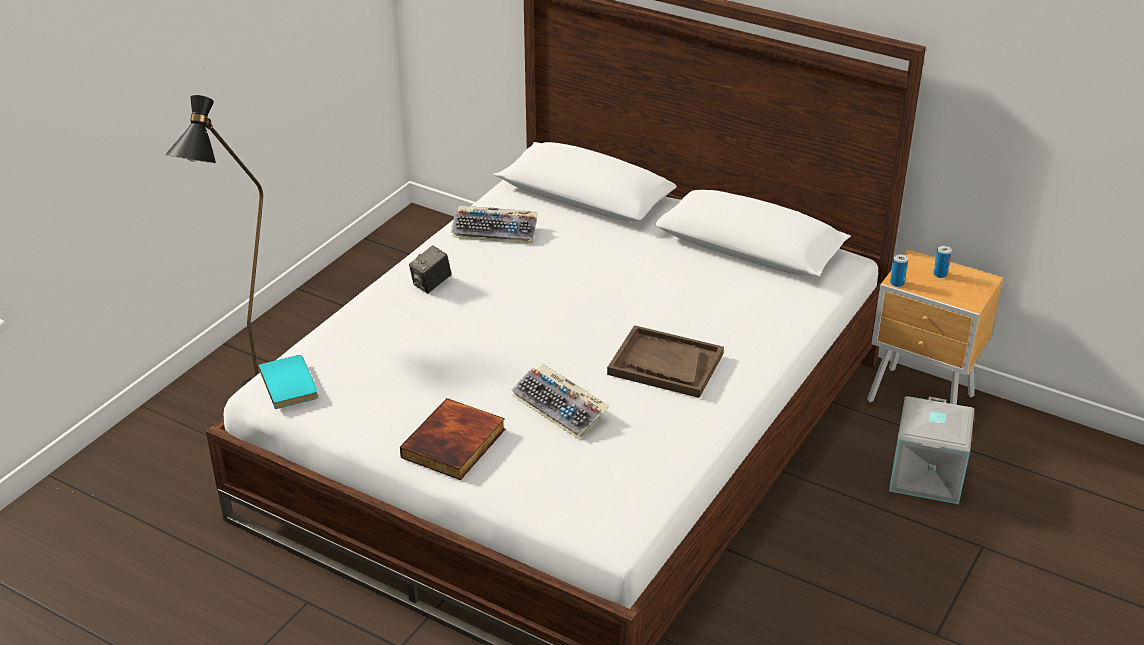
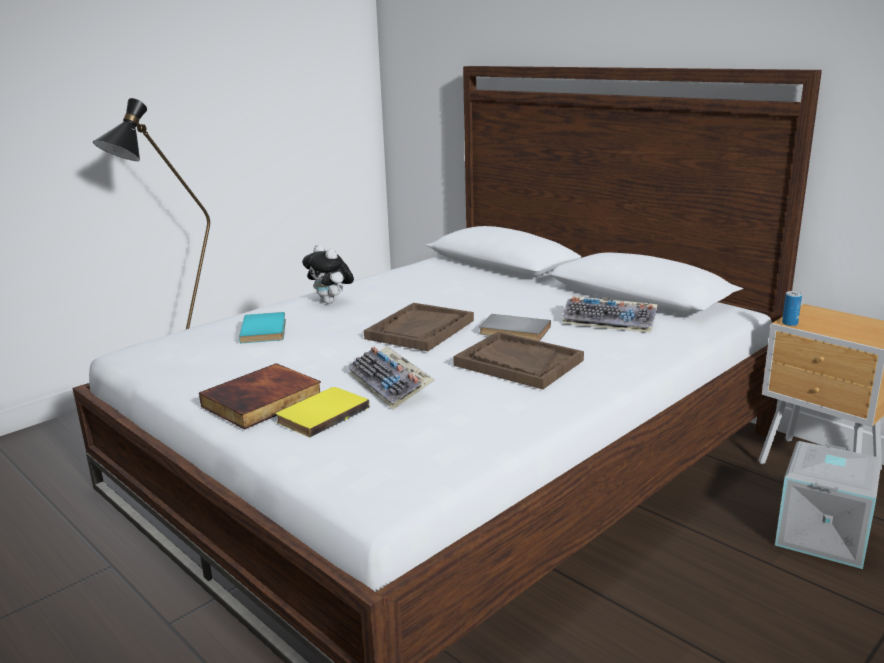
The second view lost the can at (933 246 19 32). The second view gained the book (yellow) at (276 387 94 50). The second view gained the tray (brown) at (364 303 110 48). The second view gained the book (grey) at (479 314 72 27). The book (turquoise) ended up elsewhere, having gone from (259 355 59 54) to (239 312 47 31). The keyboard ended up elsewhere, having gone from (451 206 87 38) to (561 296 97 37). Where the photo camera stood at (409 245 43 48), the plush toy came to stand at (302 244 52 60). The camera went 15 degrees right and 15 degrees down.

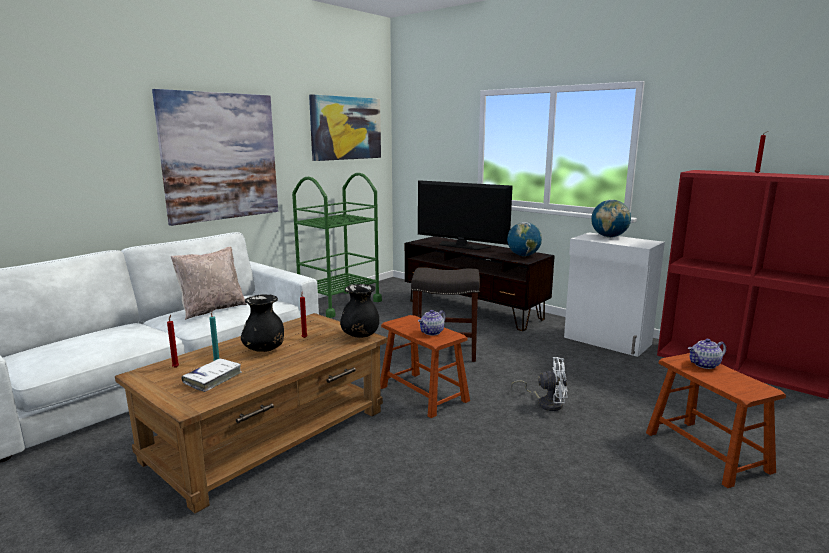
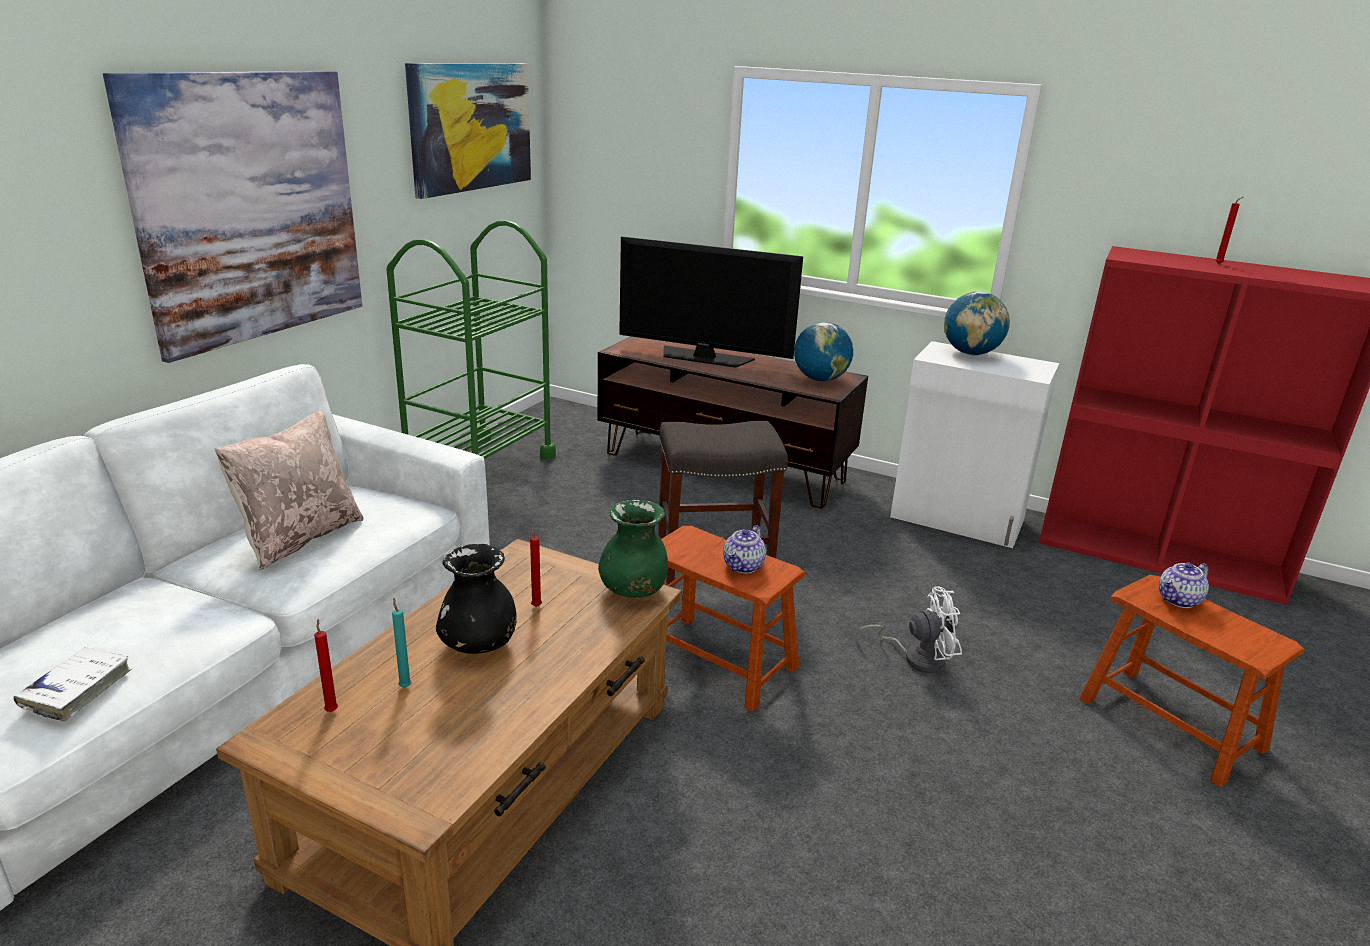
The book (white) ended up elsewhere, having gone from (182 359 60 33) to (14 647 118 75). What was the vase (black) at (340 284 39 54) turned into the vase (green) at (598 500 70 98). The camera went 15 degrees left and 10 degrees up.

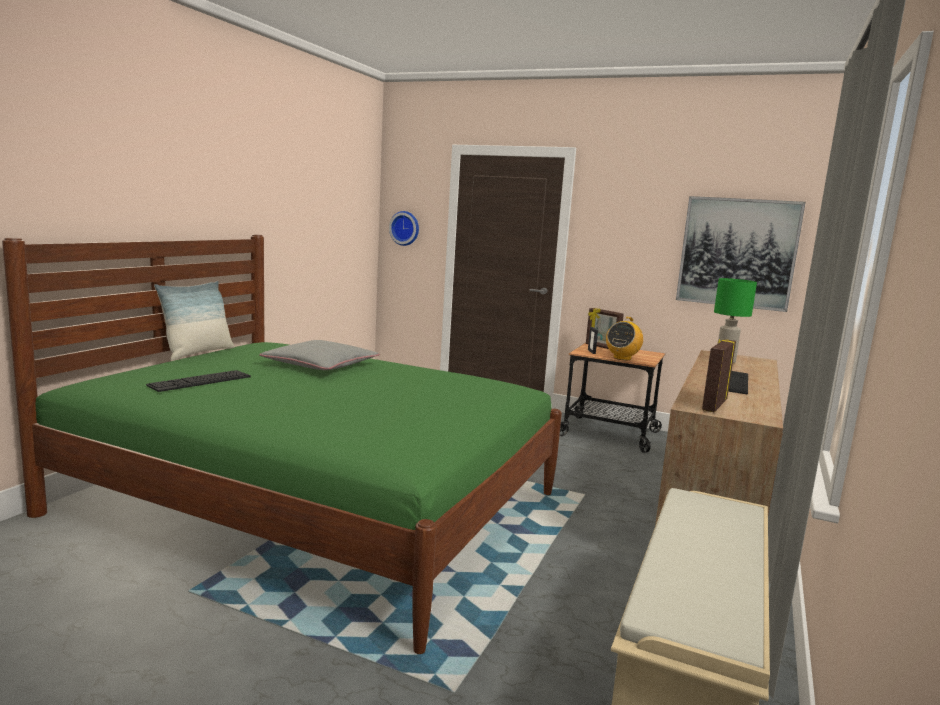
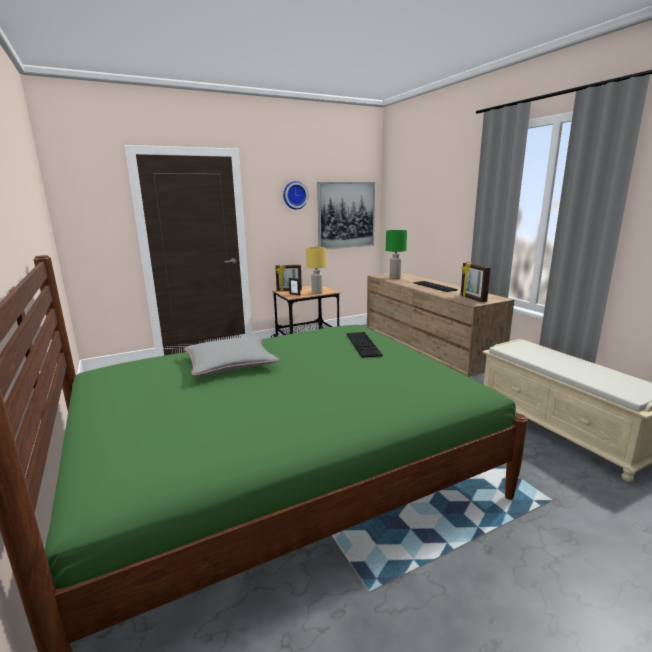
The second view lost the pillow at (154 281 81 79). The keyboard ended up elsewhere, having gone from (146 370 105 22) to (346 332 37 26). The wall clock ended up elsewhere, having gone from (389 211 30 35) to (283 181 25 28). Where the radio stood at (606 317 37 43), the table lamp (yellow) came to stand at (306 247 20 47). The camera went 50 degrees left and 5 degrees up.

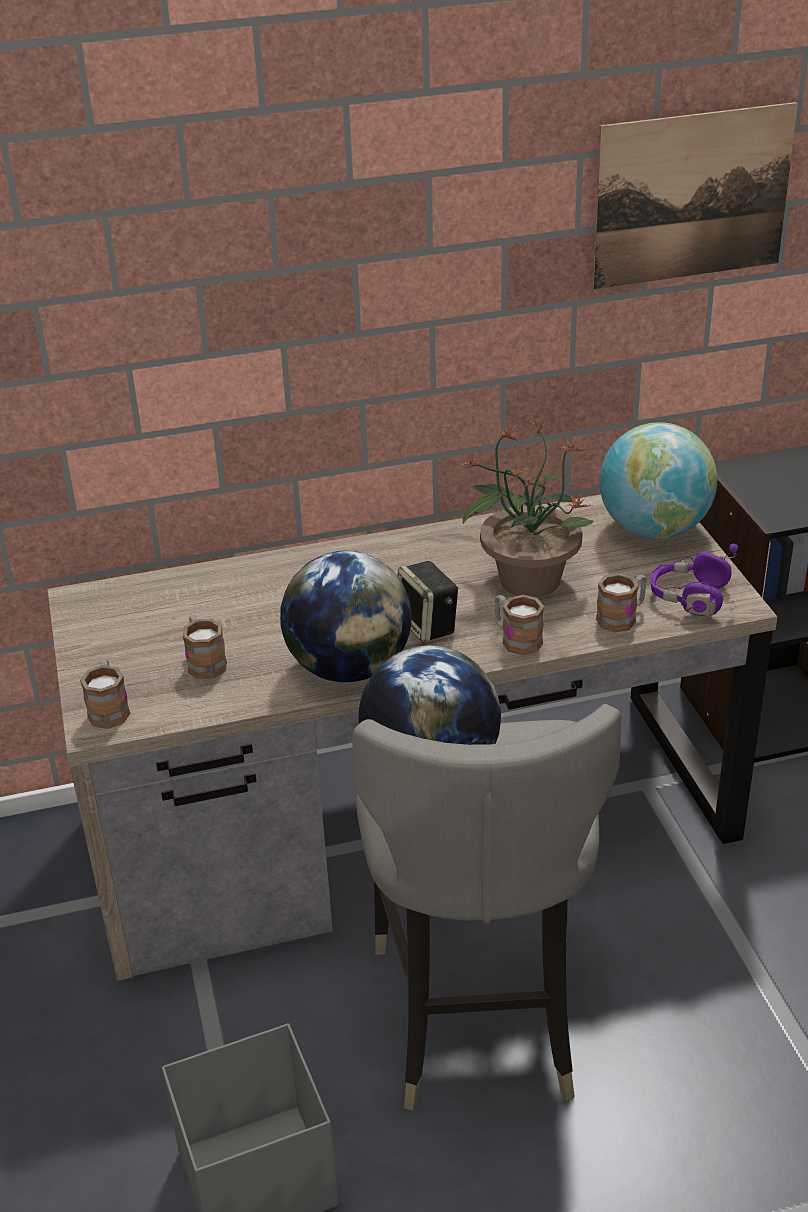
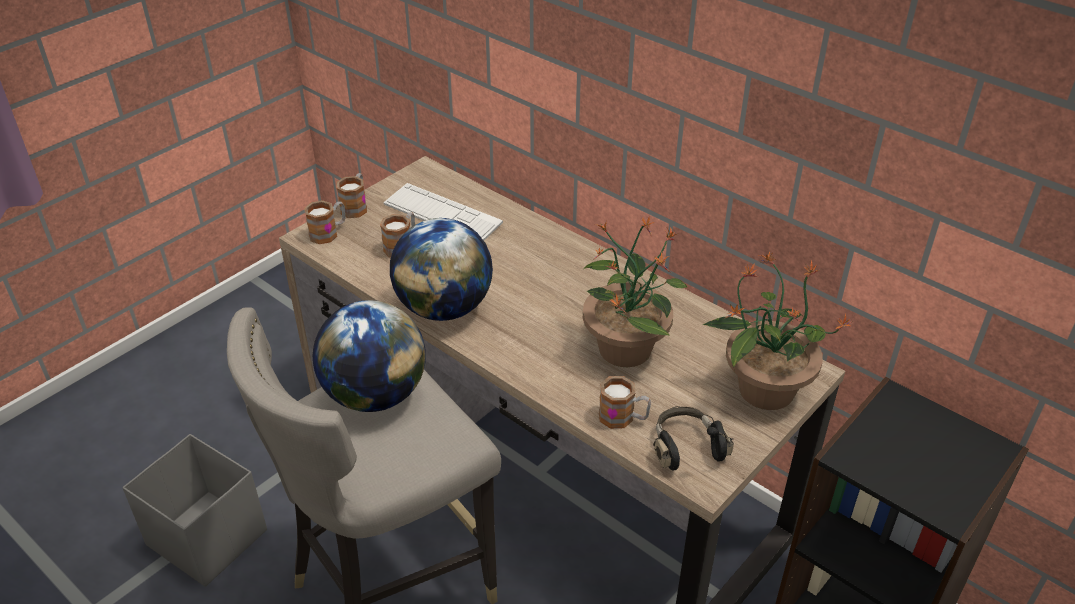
The second view lost the speaker at (397 561 61 82). The second view lost the picture at (592 102 206 187). The second view gained the keyboard at (383 183 120 57). The mug ended up elsewhere, having gone from (494 595 50 60) to (336 173 31 45). Where the globe stood at (599 422 118 117), the potted plant came to stand at (703 252 149 158). What was the headphones (purple) at (650 544 88 72) turned into the headphones (black) at (653 406 81 64). The camera went 55 degrees right and 5 degrees up.

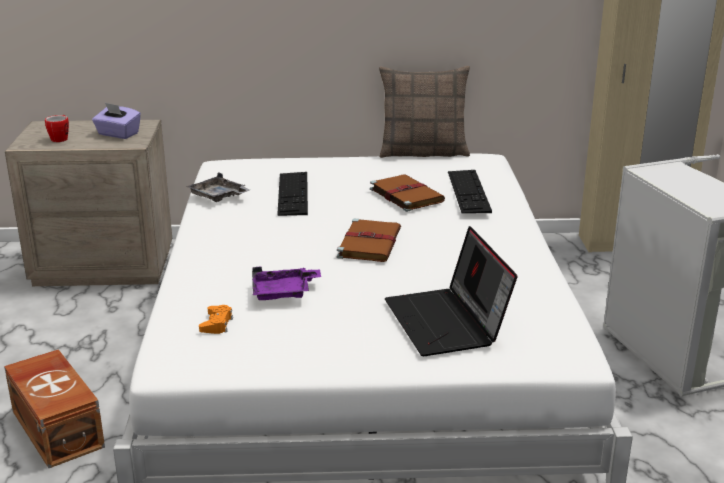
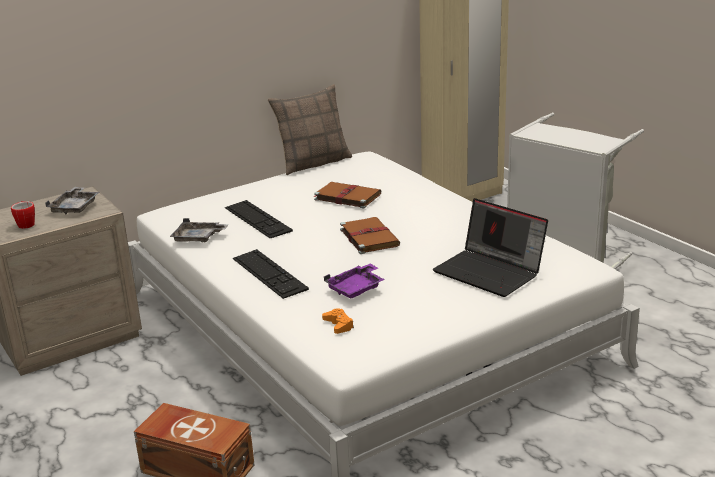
The keyboard ended up elsewhere, having gone from (448 170 44 44) to (233 249 76 50). Where the tissue box (purple) stood at (92 103 49 36), the tray (grey) came to stand at (45 187 54 27). The camera went 30 degrees left and 0 degrees up.

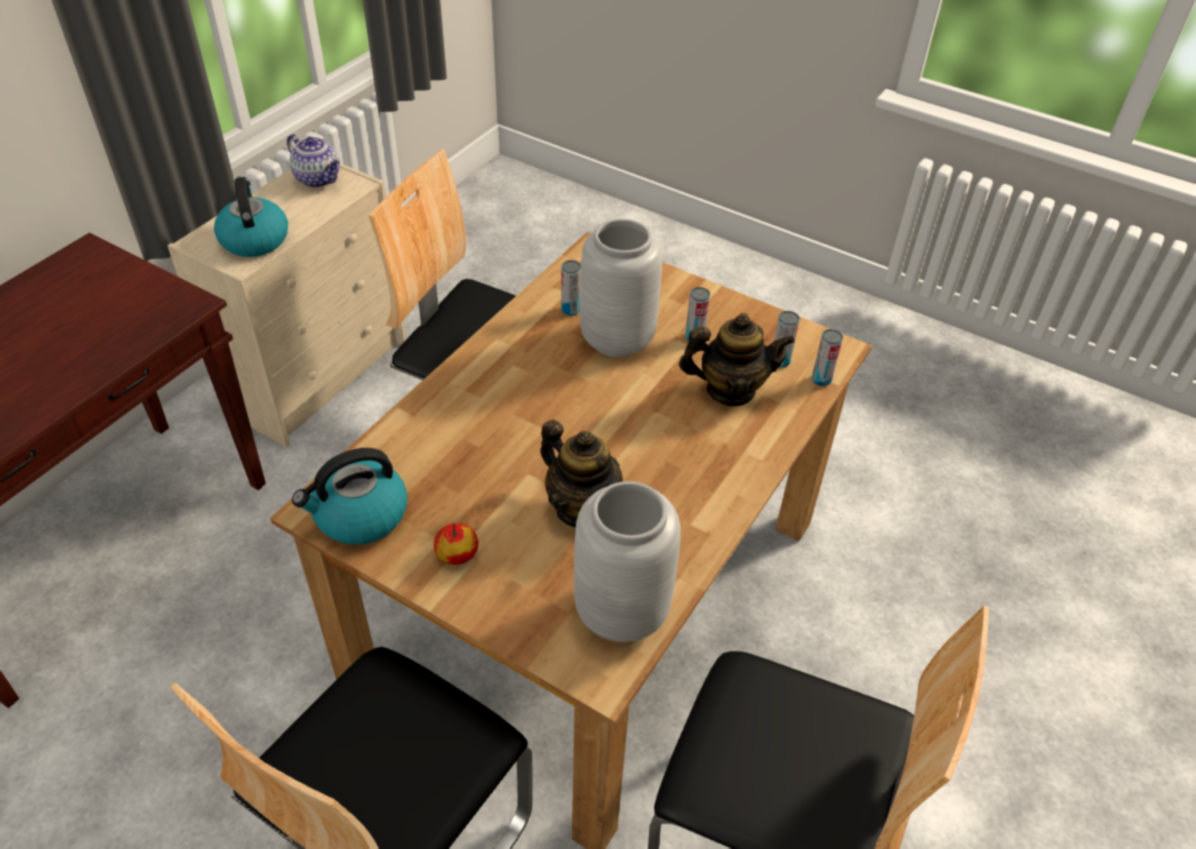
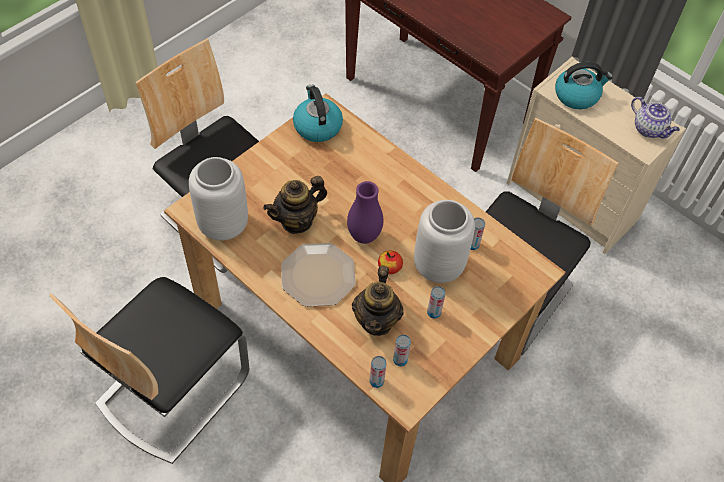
The second view gained the plate at (281 243 75 64). The second view gained the vase (purple) at (347 181 36 63). The apple ended up elsewhere, having gone from (434 523 44 42) to (378 251 25 23). The teapot at (287 134 53 54) ended up facing another way, 90 degrees counterclockwise from before. The camera went 100 degrees right and 10 degrees up.

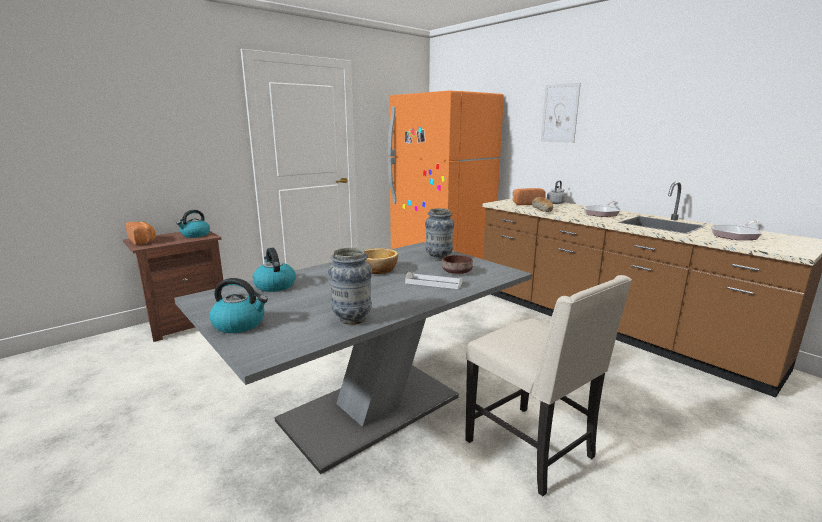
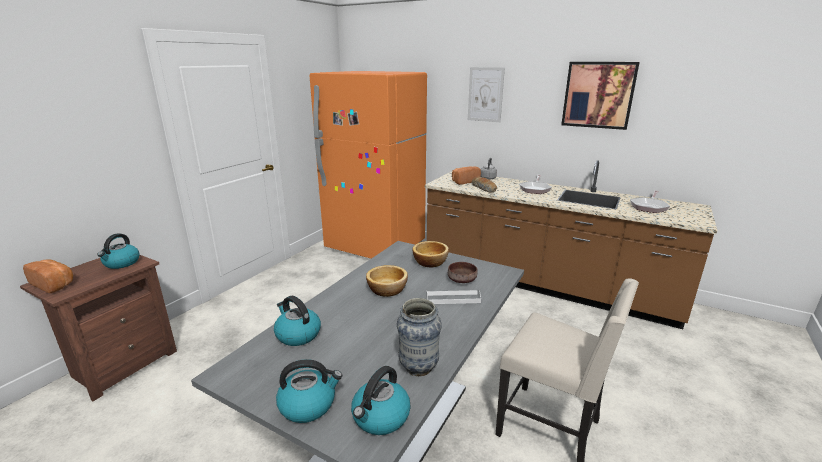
The second view gained the kettle at (351 366 60 69). The second view gained the picture at (561 62 79 68). Where the vase stood at (425 208 29 52), the bowl came to stand at (413 241 36 26). The camera went 20 degrees left and 5 degrees up.

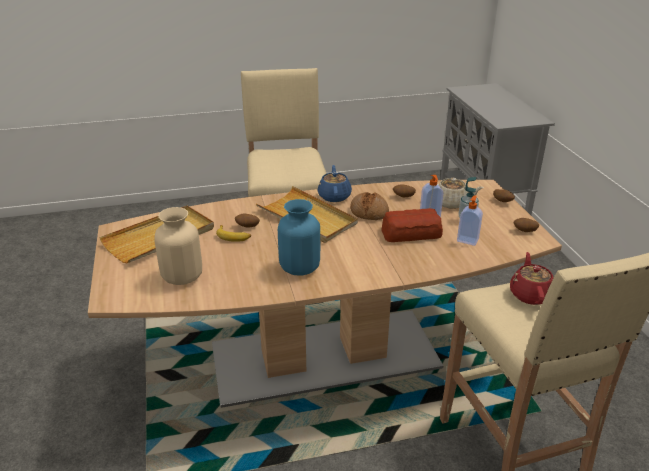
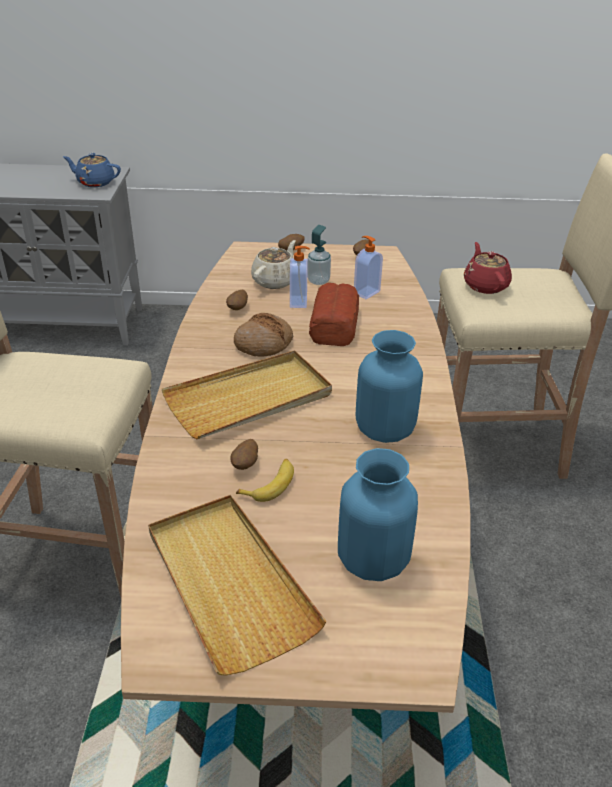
The teapot (blue) ended up elsewhere, having gone from (317 165 35 37) to (63 153 58 34). What was the vase (beige) at (154 207 48 78) turned into the vase (blue) at (338 448 80 133). The teapot (red) at (510 252 44 53) ended up facing another way, 60 degrees clockwise from before. The camera went 75 degrees left and 5 degrees up.

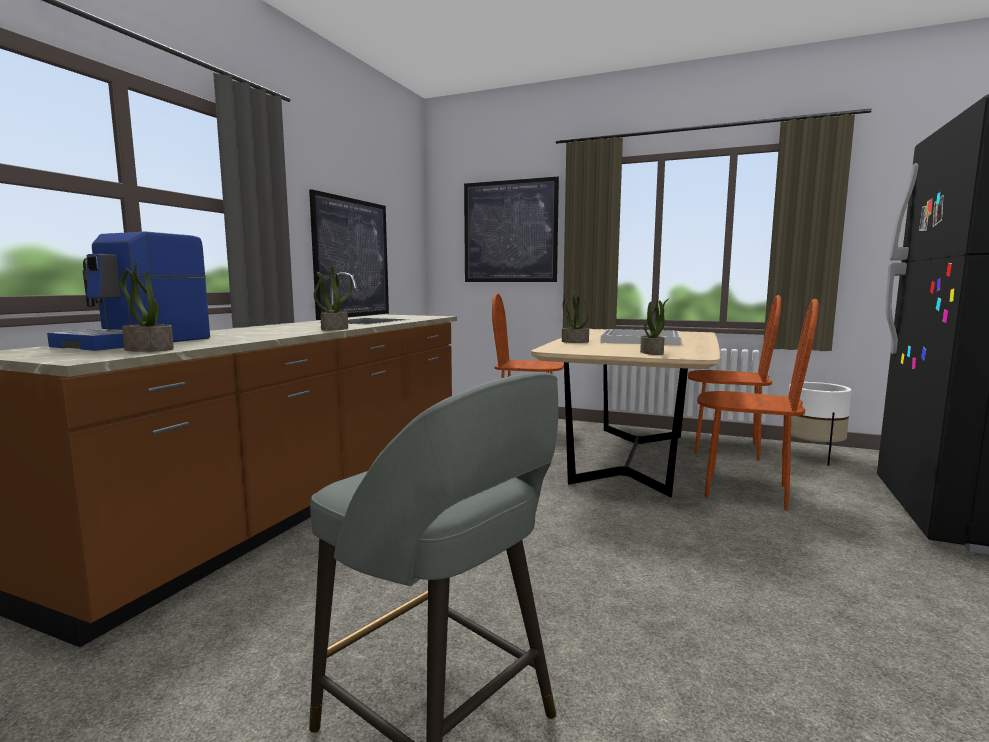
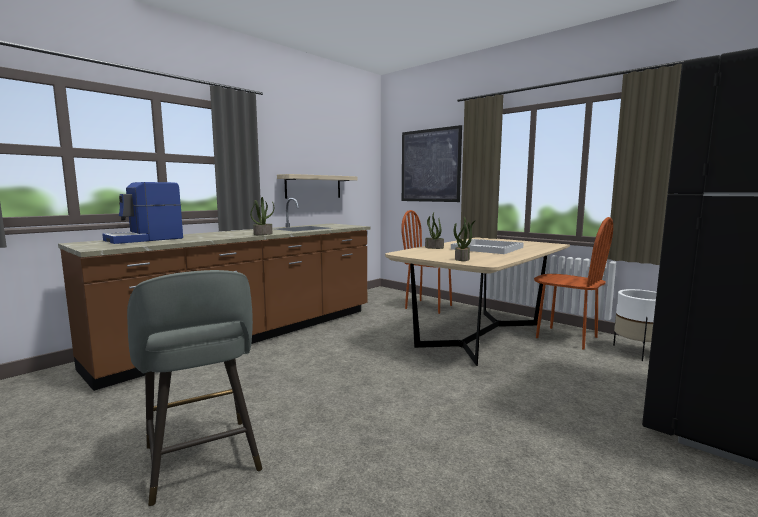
The second view lost the potted plant at (120 260 54 92). The second view lost the chair (brown) at (697 299 122 212). Where the picture hung at (309 189 80 131), the shelf came to hang at (277 174 81 25). The camera went 20 degrees right and 0 degrees up.

